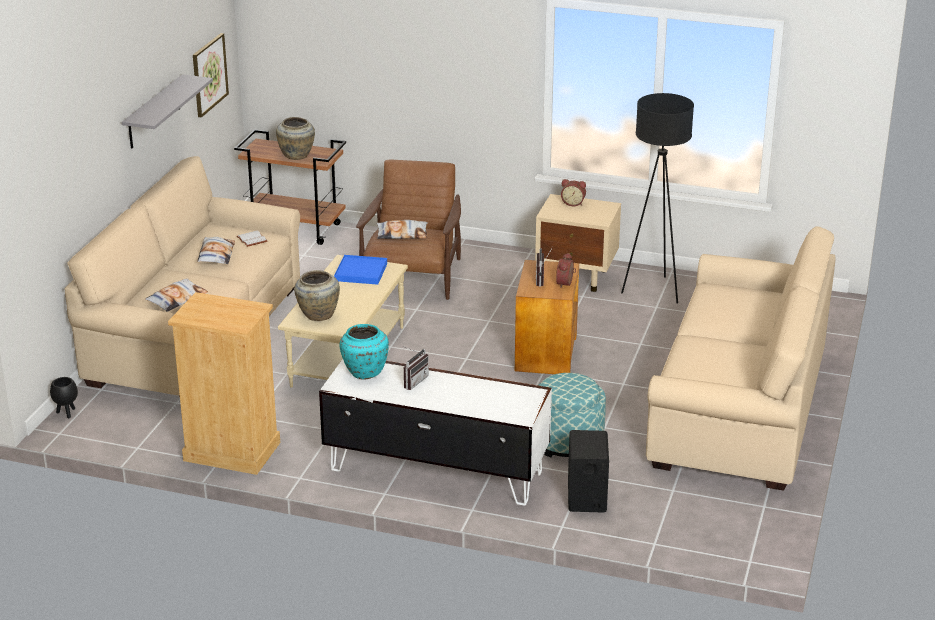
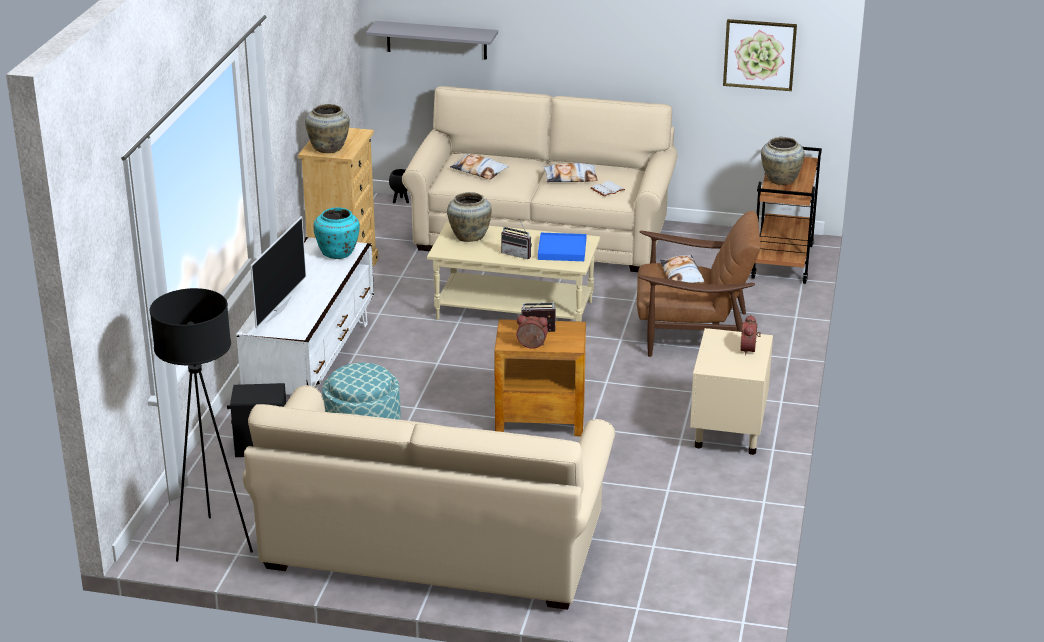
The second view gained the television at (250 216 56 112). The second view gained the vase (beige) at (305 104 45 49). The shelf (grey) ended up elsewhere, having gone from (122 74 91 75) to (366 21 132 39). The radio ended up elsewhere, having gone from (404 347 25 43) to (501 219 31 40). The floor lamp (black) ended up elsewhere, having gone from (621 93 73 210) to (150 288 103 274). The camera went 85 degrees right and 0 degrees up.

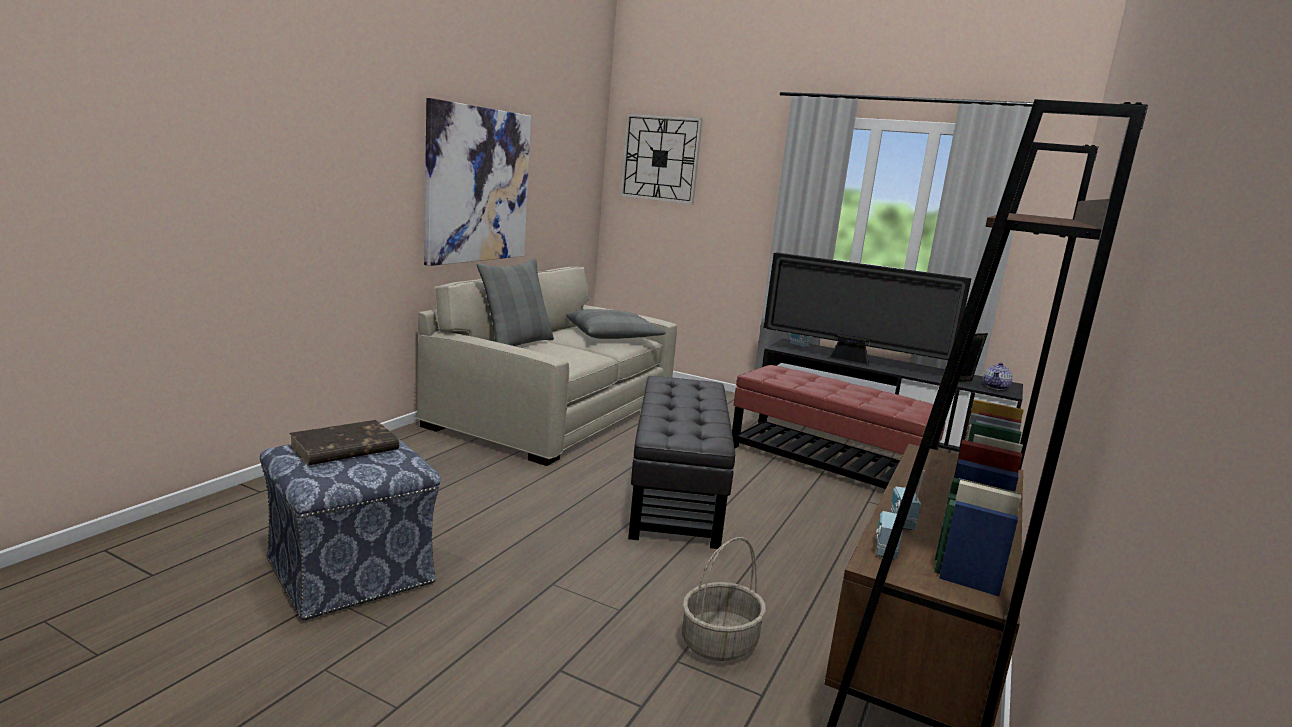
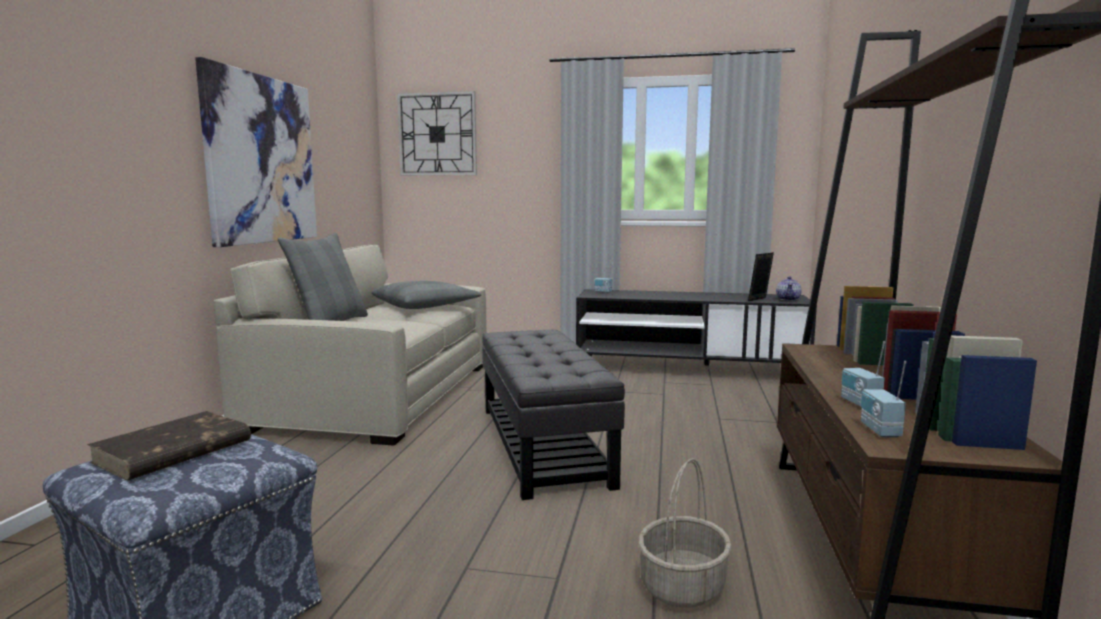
The second view lost the ottoman (red) at (732 365 213 124). The second view lost the television at (764 252 207 114). The camera went 15 degrees left and 5 degrees down.

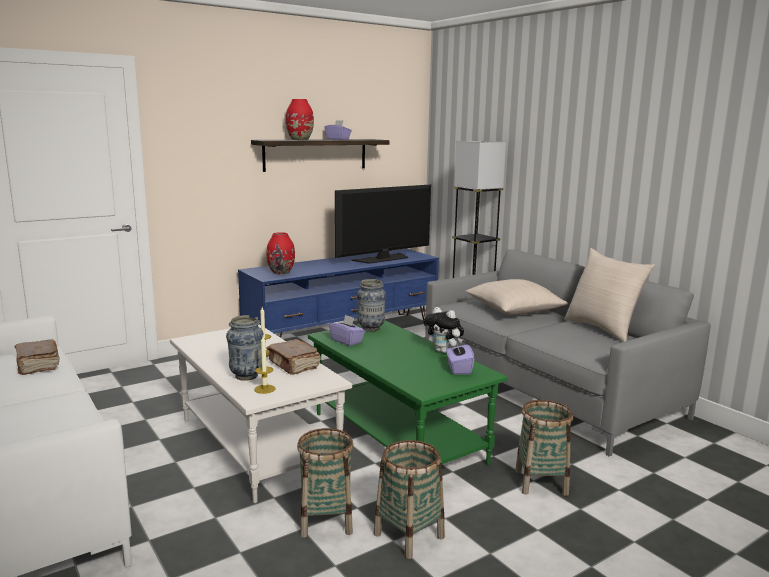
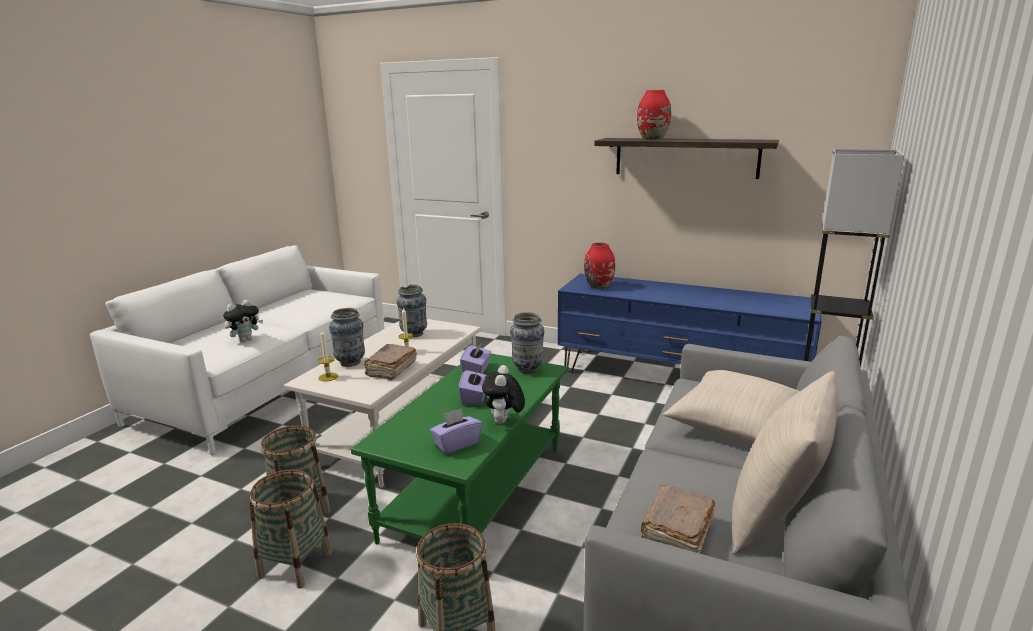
The second view lost the television at (335 185 96 79). The second view gained the plush toy at (223 300 40 42). The second view gained the vase at (396 284 31 54). The book (brown) ended up elsewhere, having gone from (15 339 45 36) to (641 485 75 68). The tissue box (purple) ended up elsewhere, having gone from (324 120 28 20) to (459 368 27 37). The camera went 60 degrees right and 5 degrees up.

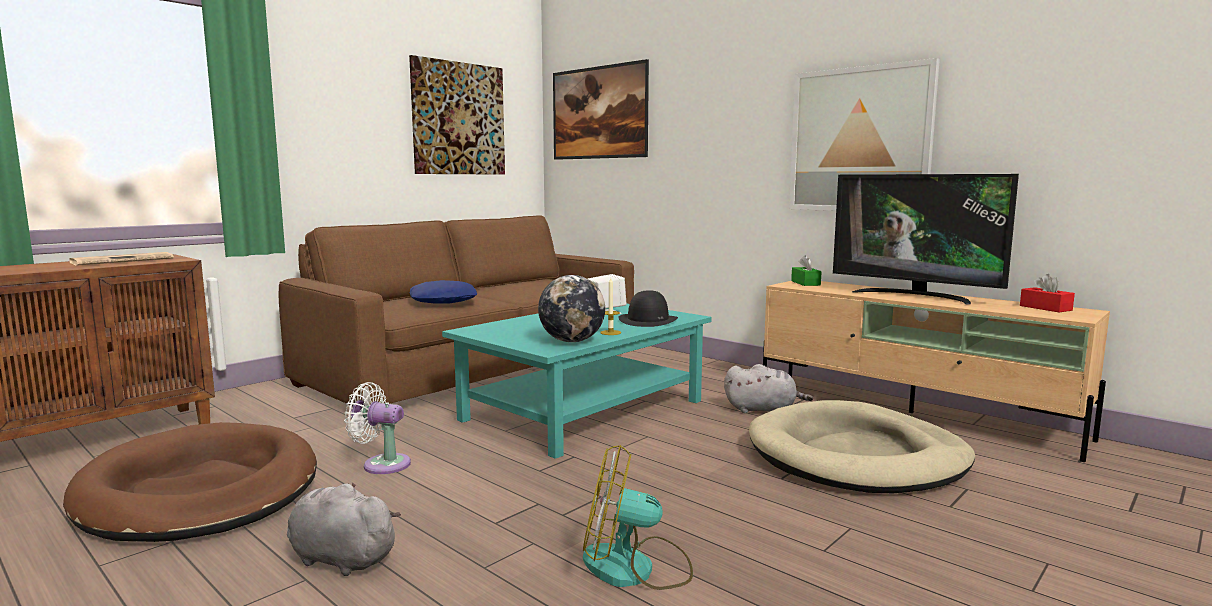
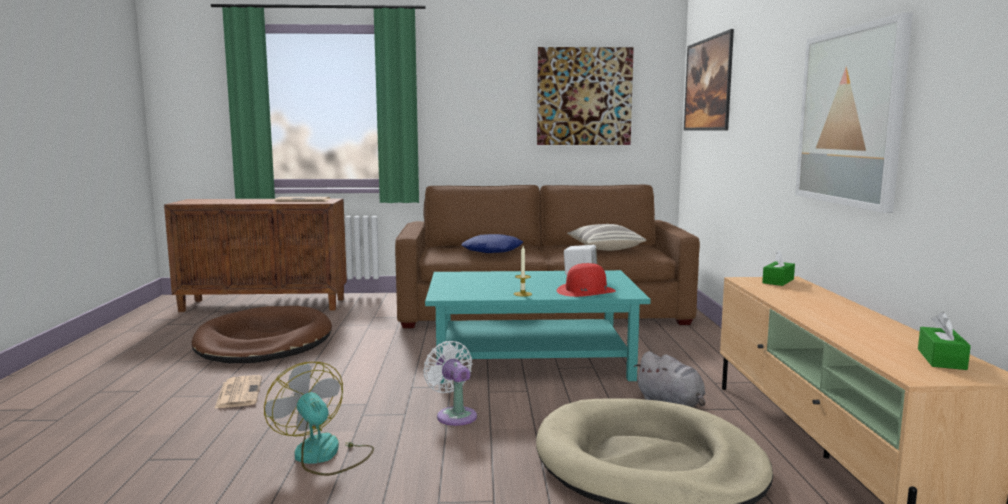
The second view lost the globe at (538 275 67 67). The second view lost the television at (833 174 186 131). The second view gained the pillow at (567 224 79 27). The fan (white) ended up elsewhere, having gone from (344 382 67 92) to (423 341 54 85). Where the plush toy (grey) stood at (287 483 114 93), the newspaper came to stand at (214 375 48 34). What was the hat (black) at (618 290 60 37) turned into the hat (red) at (557 263 59 34). What was the tissue box (red) at (1020 274 55 38) turned into the tissue box (green) at (918 312 53 58). The camera went 45 degrees right and 0 degrees up.

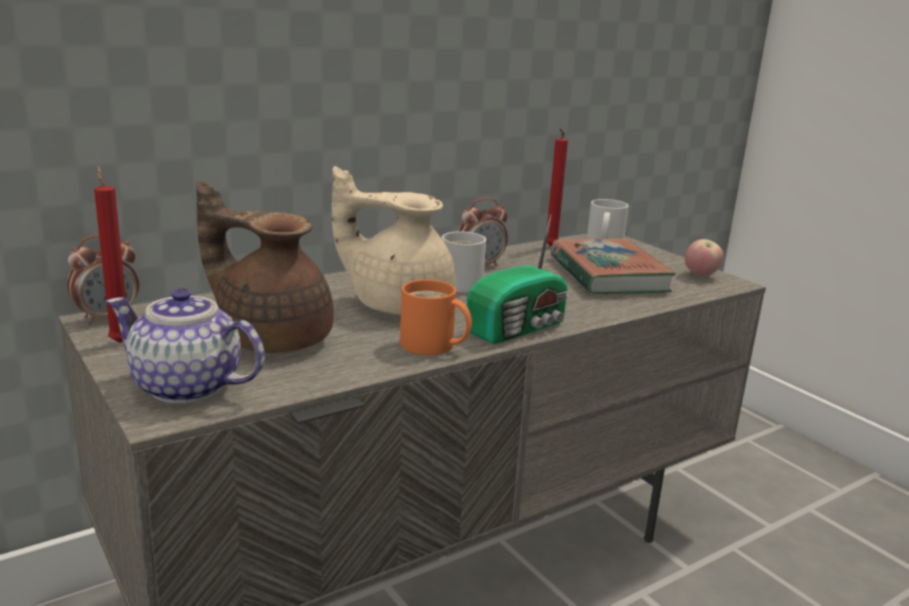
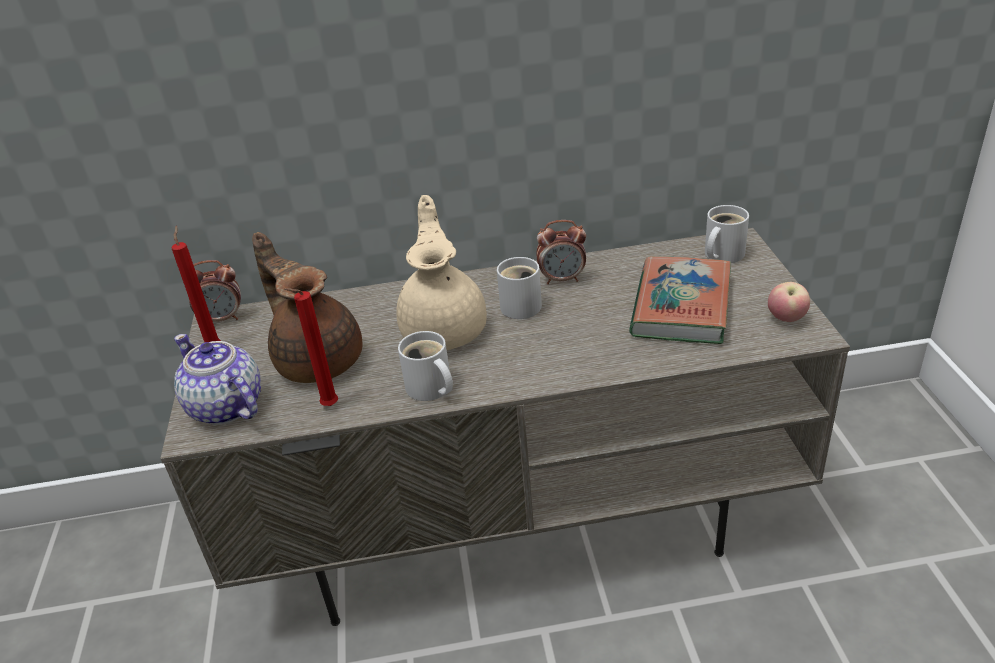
The second view lost the radio at (467 214 102 130). The candle (red) ended up elsewhere, having gone from (547 128 21 118) to (284 288 54 118). What was the mug (orange) at (400 280 72 75) turned into the mug (white) at (398 331 55 70). The teapot (beige) at (332 166 124 149) ended up facing another way, 45 degrees clockwise from before. The camera went 30 degrees right and 15 degrees up.

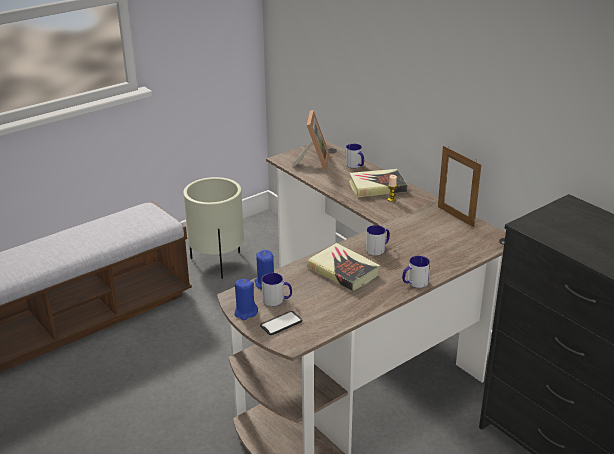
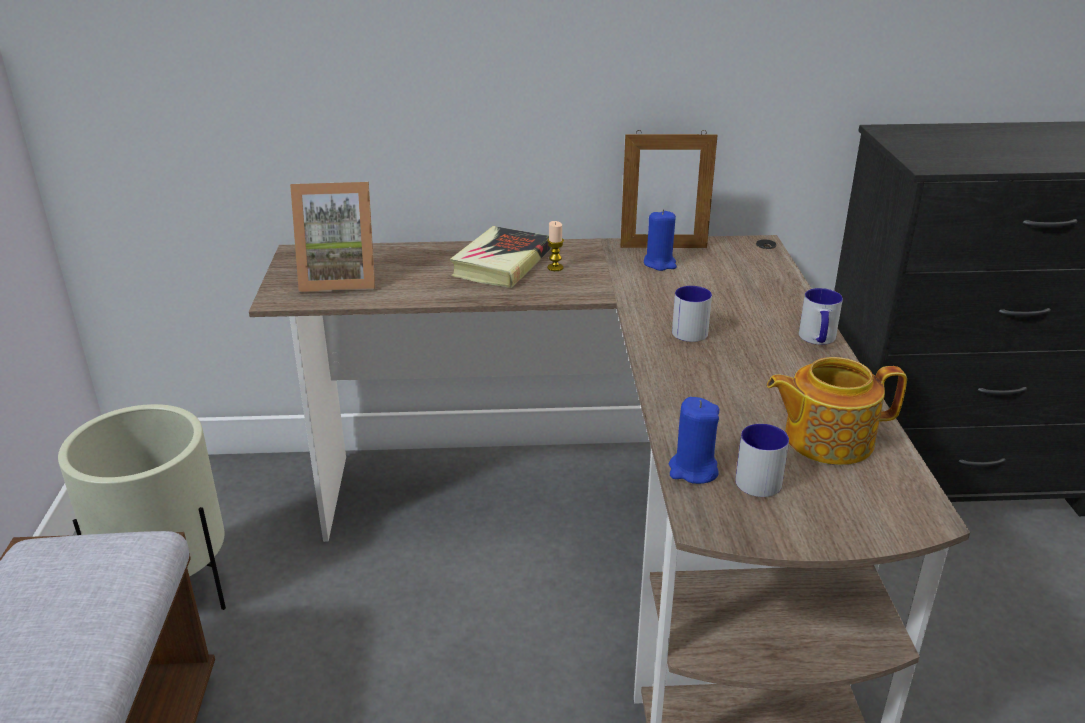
The second view lost the phone at (260 311 42 24). The second view lost the book at (307 243 73 48). The second view lost the mug at (346 144 18 24). The second view gained the teapot at (767 357 140 108). The candle (blue) ended up elsewhere, having gone from (234 279 24 41) to (644 209 33 62). The picture frame at (292 110 38 60) ended up facing another way, 135 degrees clockwise from before. The camera went 55 degrees left and 0 degrees up.

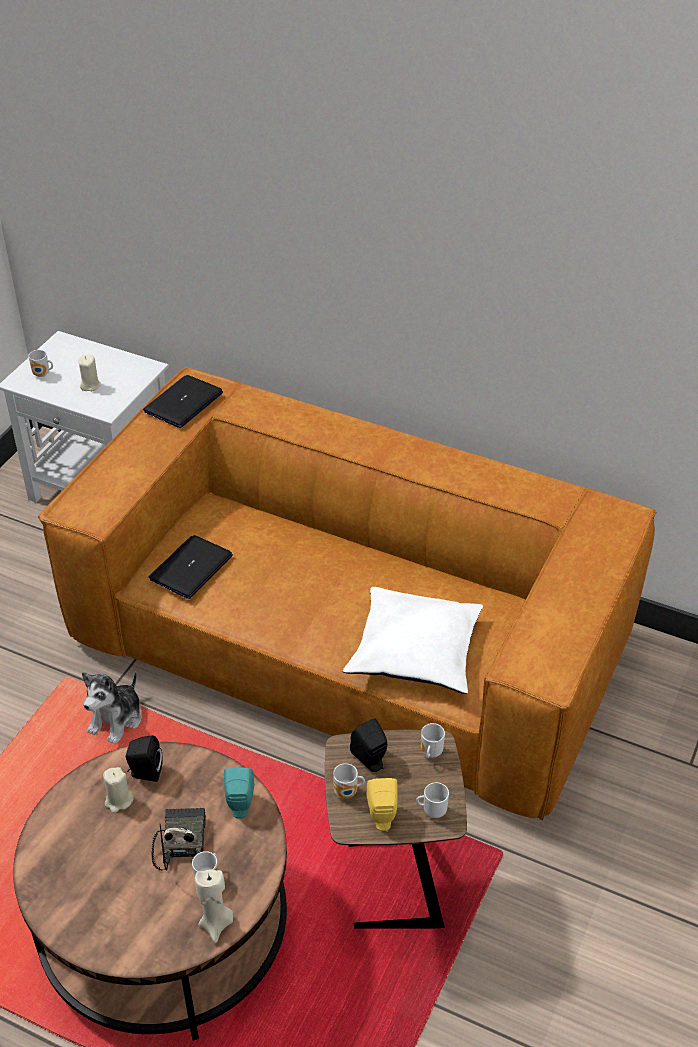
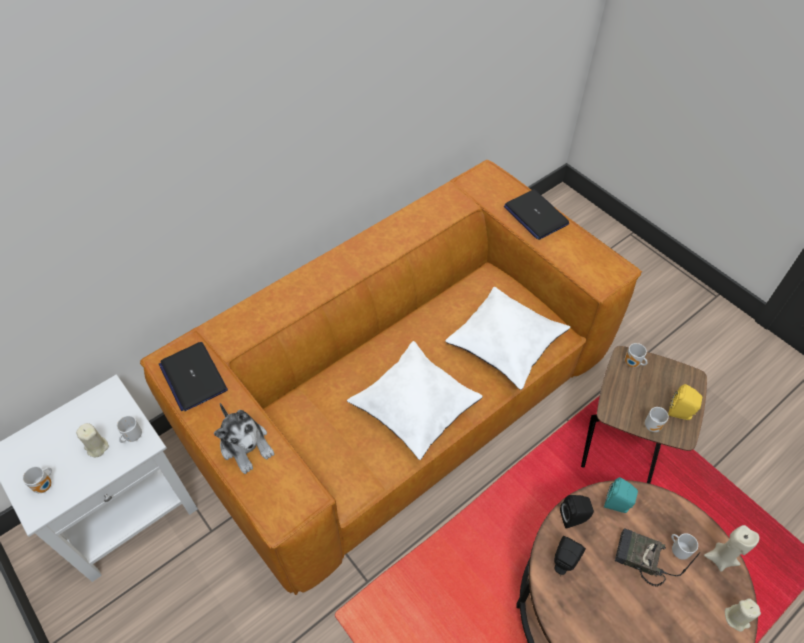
The second view gained the pillow (white) at (347 341 136 119). The plush toy ended up elsewhere, having gone from (82 671 60 73) to (214 403 60 71). The candle (beige) ended up elsewhere, having gone from (103 767 31 46) to (725 598 36 34). The laptop ended up elsewhere, having gone from (149 535 84 64) to (504 189 65 51). The speaker (black) ended up elsewhere, having gone from (350 718 37 54) to (560 495 34 34). The mug ended up elsewhere, having gone from (416 782 33 36) to (117 416 25 27). The camera went 65 degrees left and 10 degrees up.

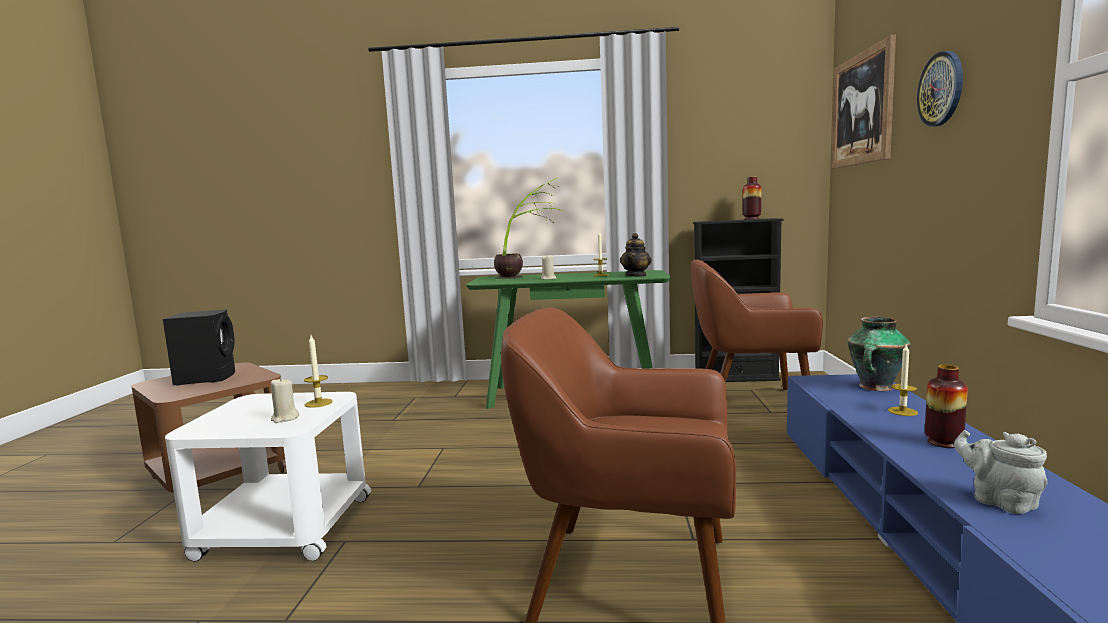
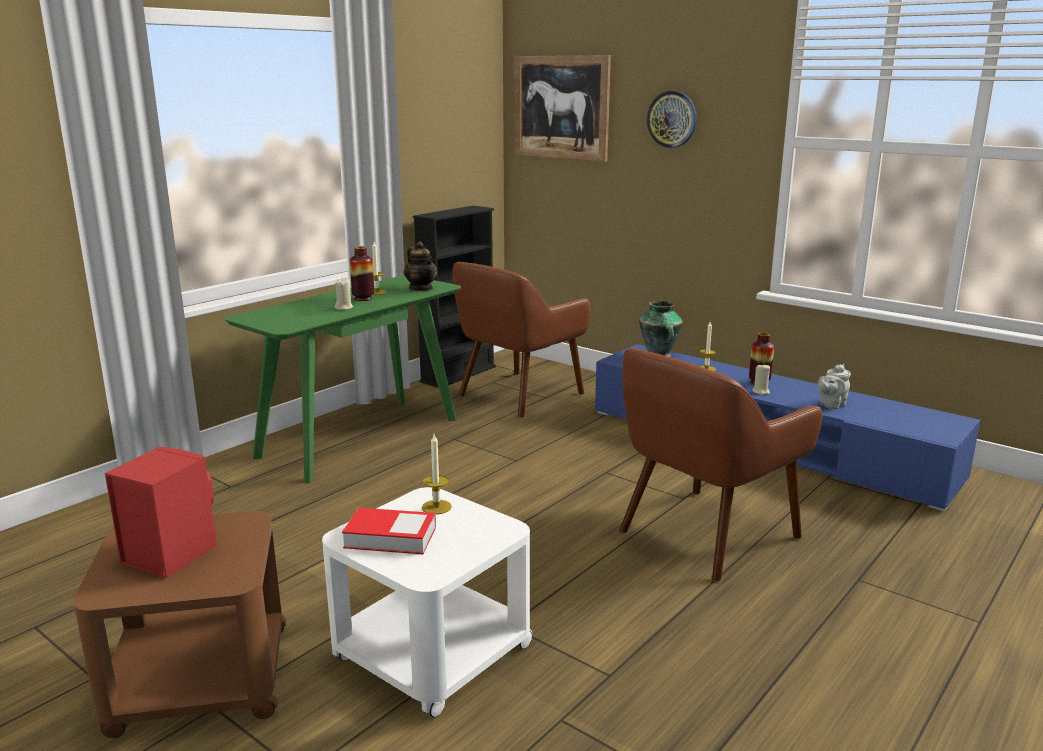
The second view lost the potted plant at (494 178 68 101). The second view gained the book at (342 508 94 46). The candle (beige) ended up elsewhere, having gone from (271 377 28 46) to (752 363 18 32). The vase ended up elsewhere, having gone from (743 177 18 42) to (350 246 24 55). What was the speaker (black) at (163 309 72 77) turned into the speaker (red) at (105 447 112 131). The teapot (grey) at (954 430 93 84) ended up facing another way, 45 degrees counterclockwise from before. The camera went 55 degrees left and 10 degrees up.

